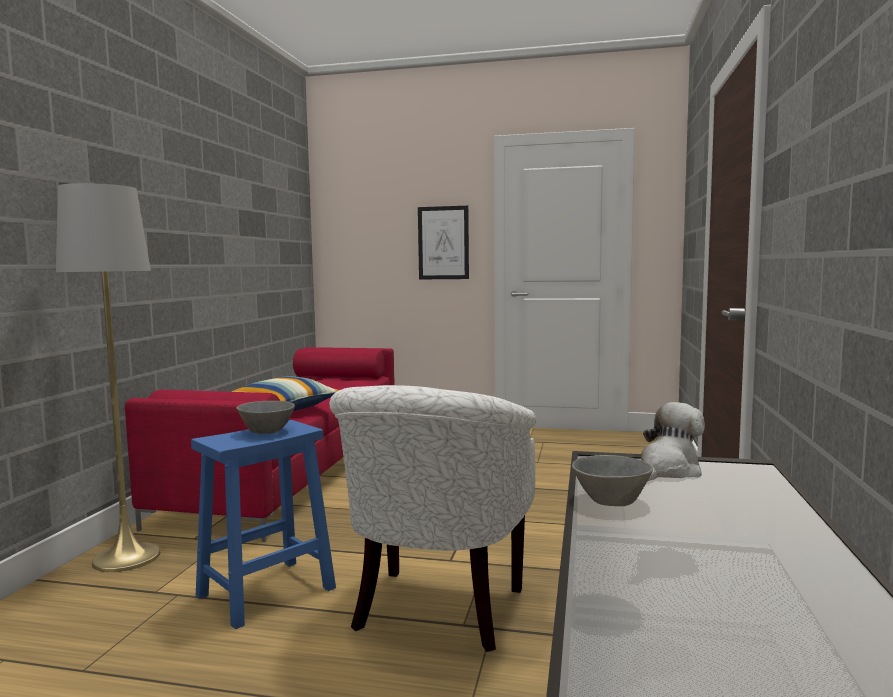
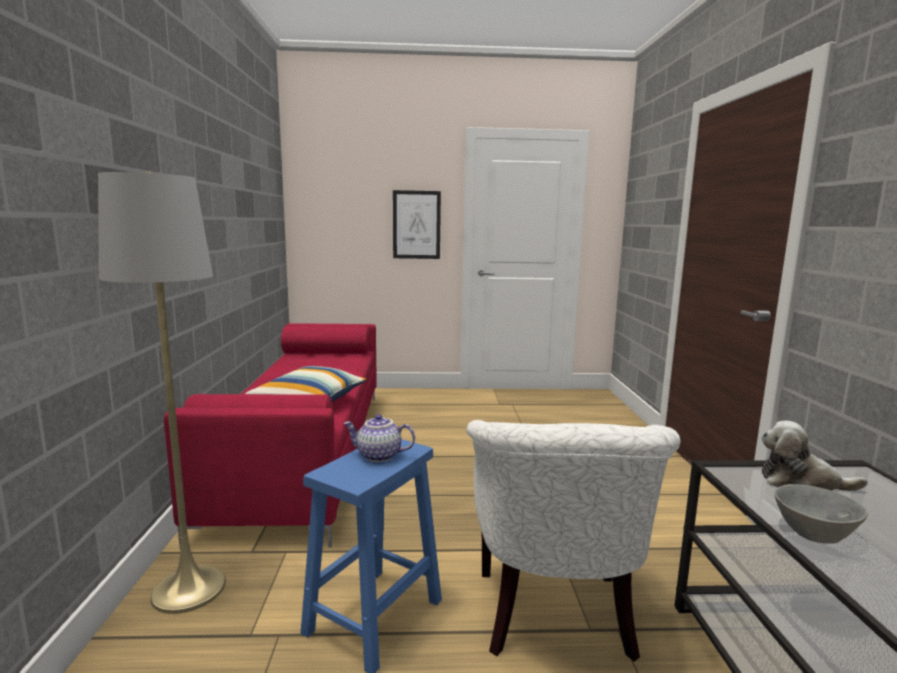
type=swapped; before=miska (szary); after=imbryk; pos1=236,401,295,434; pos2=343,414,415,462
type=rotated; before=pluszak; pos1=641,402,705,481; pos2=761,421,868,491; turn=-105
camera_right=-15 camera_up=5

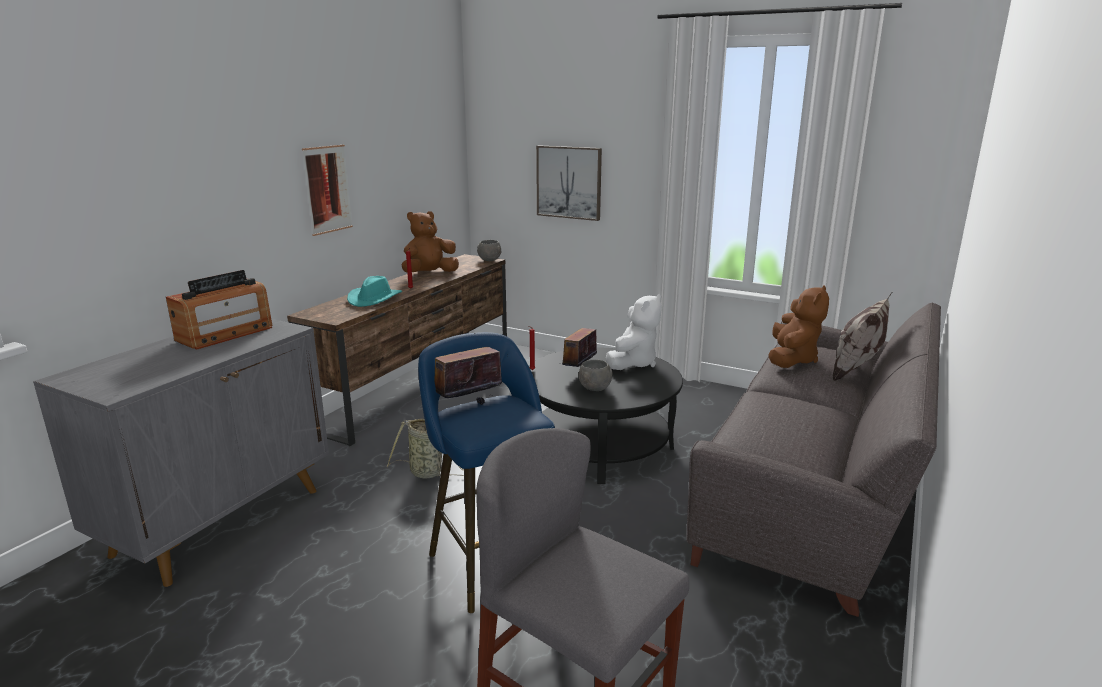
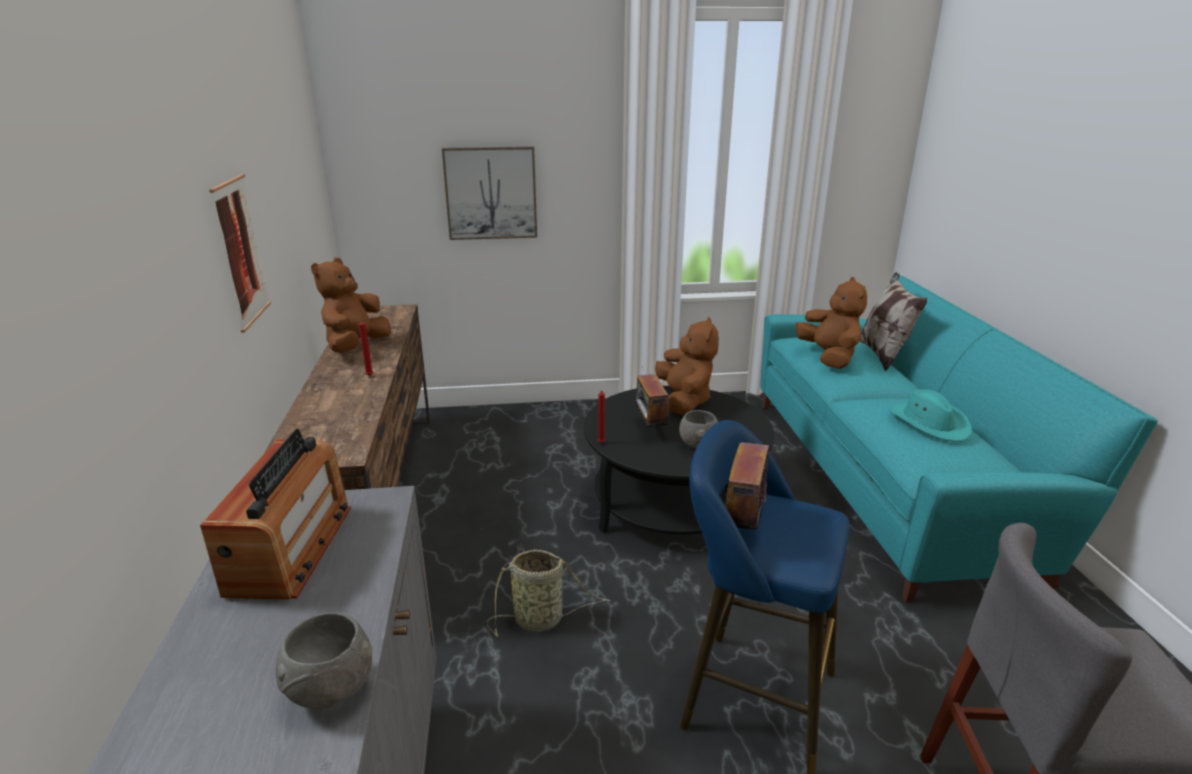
type=shifted; before=kapelusz (turkusowy); pos1=347,276,402,307; pos2=889,389,972,442
type=shifted; before=miska (szary); pos1=477,240,501,261; pos2=276,612,372,709
type=repainted; before=pluszak (biały); after=pluszak (brązowy); pos1=606,294,662,370; pos2=655,317,719,415
type=repainted; before=kanapa (szary); after=kanapa (turkusowy); pos1=686,302,941,617; pos2=760,276,1158,603
camera_right=-35 camera_up=5

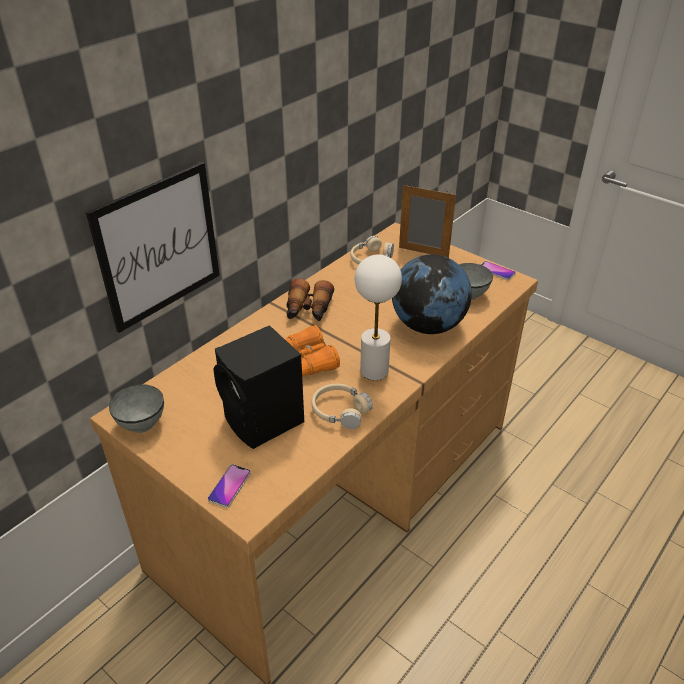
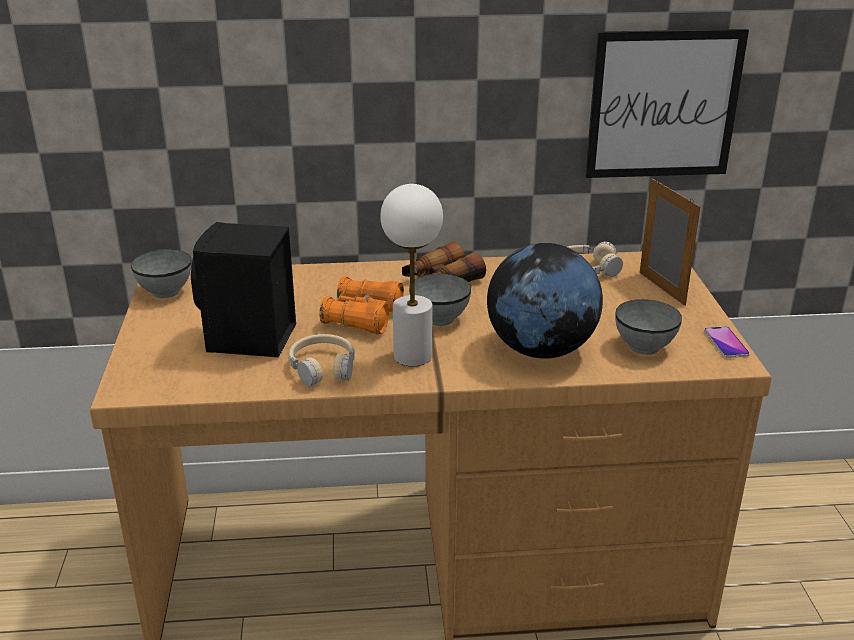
type=gone; before=telefon; pos1=208,464,251,508
type=new; after=miska (szary); pos2=409,274,471,326
type=shifted; before=obraz; pos1=86,162,220,333; pos2=585,29,749,178
camera_right=45 camera_up=-10

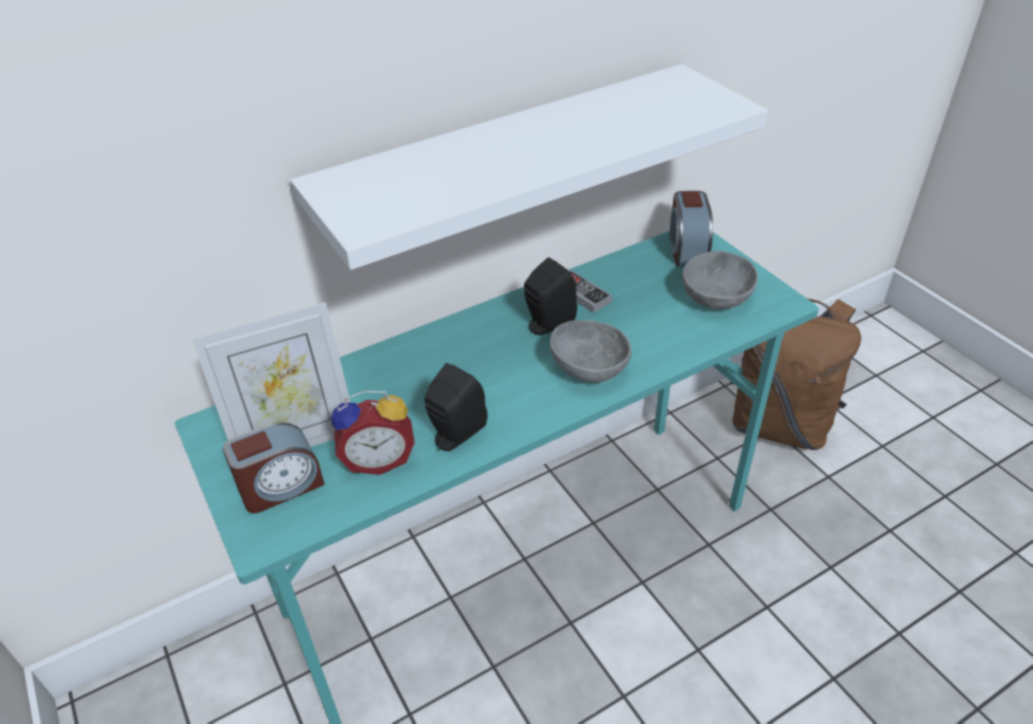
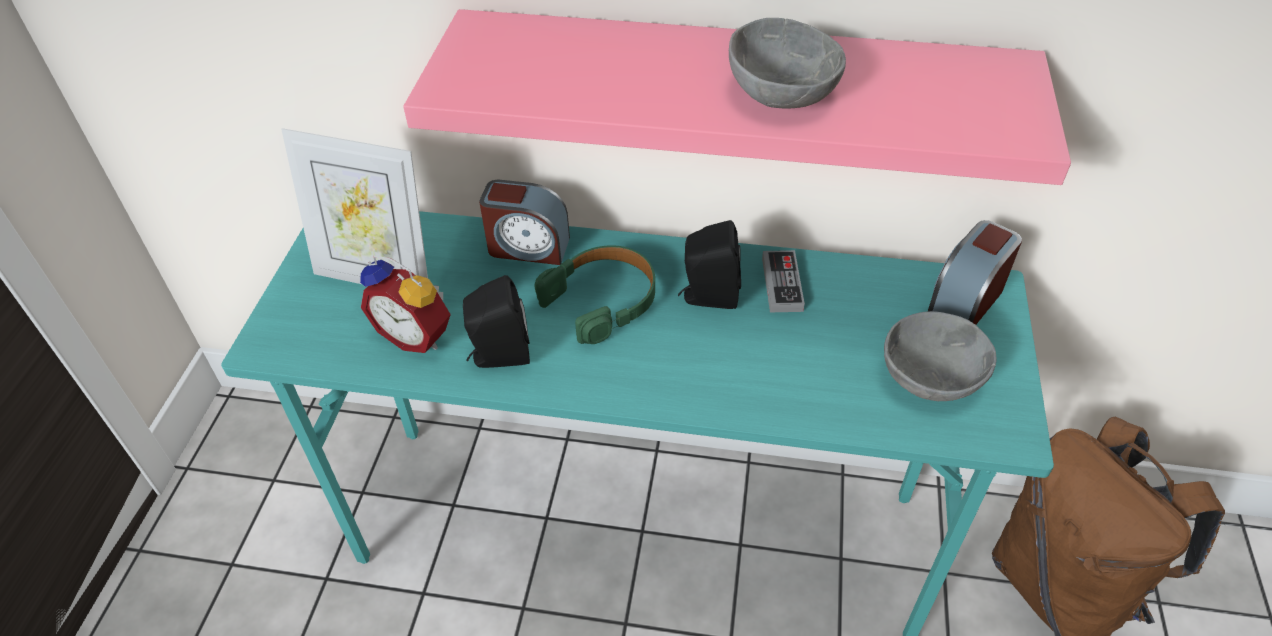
type=new; after=słuchawki (zielony); pos2=534,245,655,344
type=shifted; before=budzik; pos1=223,422,325,513; pos2=479,180,570,265
type=shifted; before=miska (szary); pos1=550,320,632,383; pos2=729,18,846,109
type=repainted; before=półka (biały); after=półka (różowy); pos1=290,64,768,270; pos2=403,9,1071,185
camera_right=40 camera_up=5

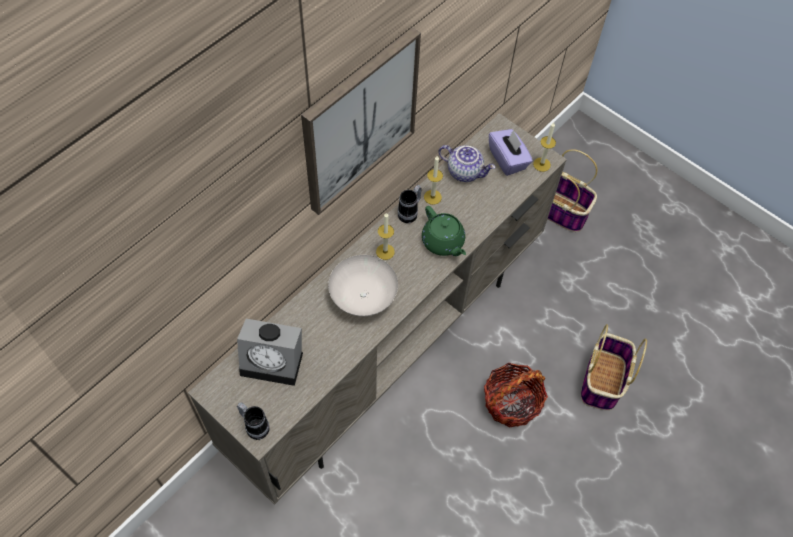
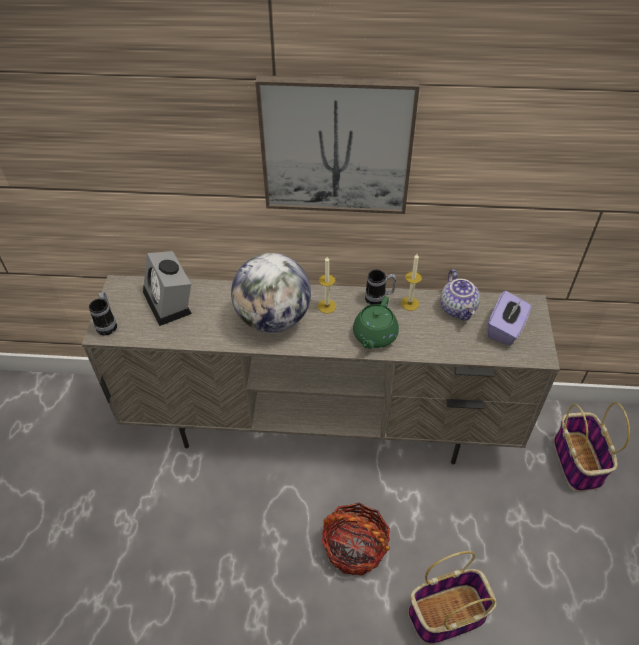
type=gone; before=świeca; pos1=533,122,556,172
type=swapped; before=miska (biały); after=globus; pos1=328,255,398,317; pos2=231,253,311,333
camera_right=55 camera_up=-10

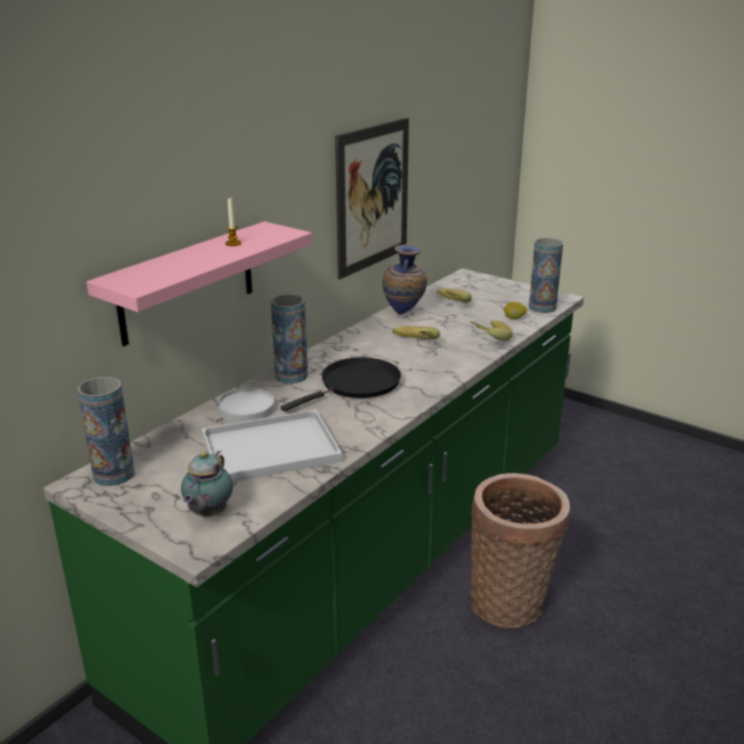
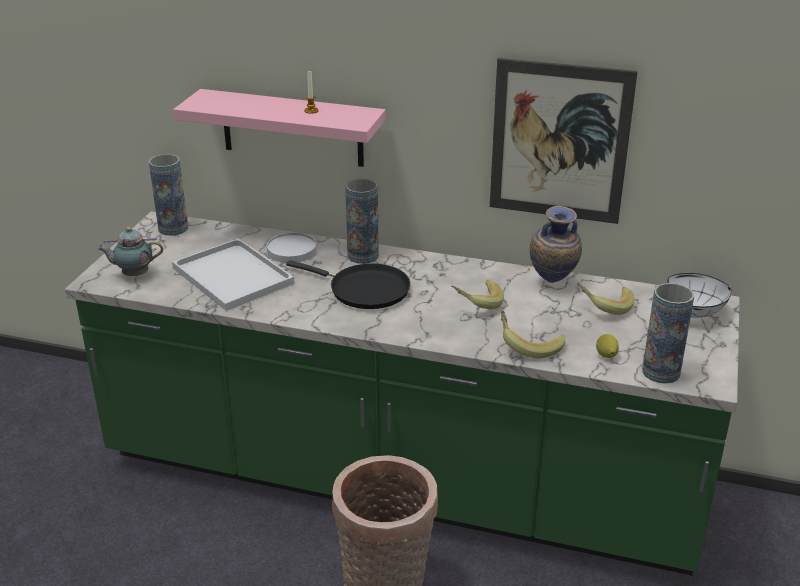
type=new; after=miska (biały); pos2=668,273,732,318
camera_right=70 camera_up=5

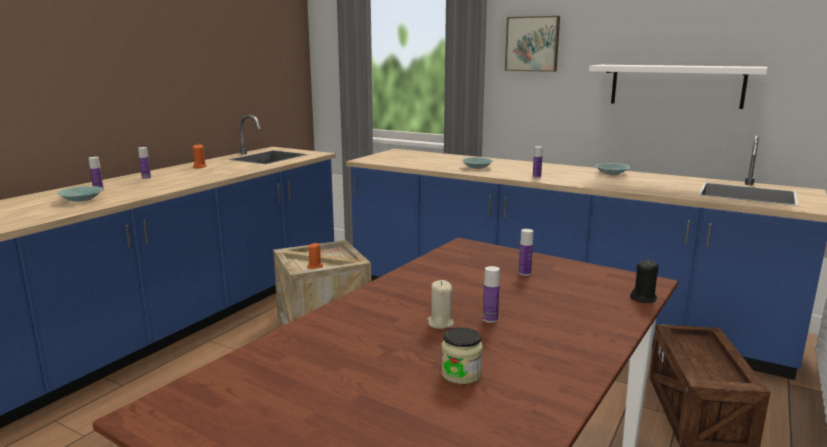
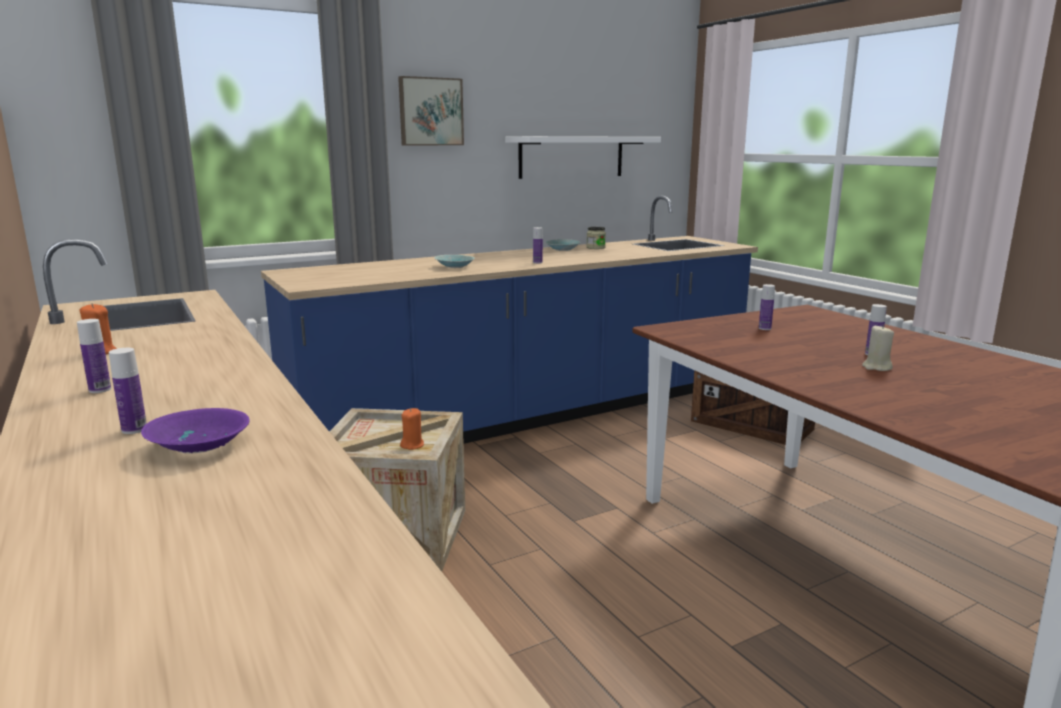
type=gone; before=świeca (czarny); pos1=630,260,659,303
type=shifted; before=słoik; pos1=441,327,483,384; pos2=586,227,606,249
type=repainted; before=miska (turkusowy); after=miska (fioletowy); pos1=57,186,103,202; pos2=141,408,250,453
camera_right=-60 camera_up=0

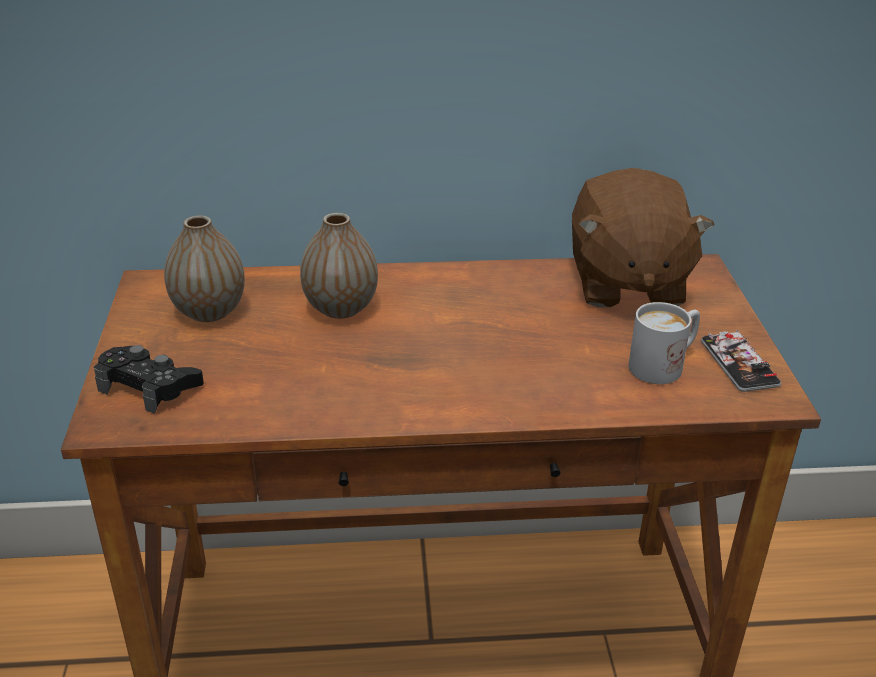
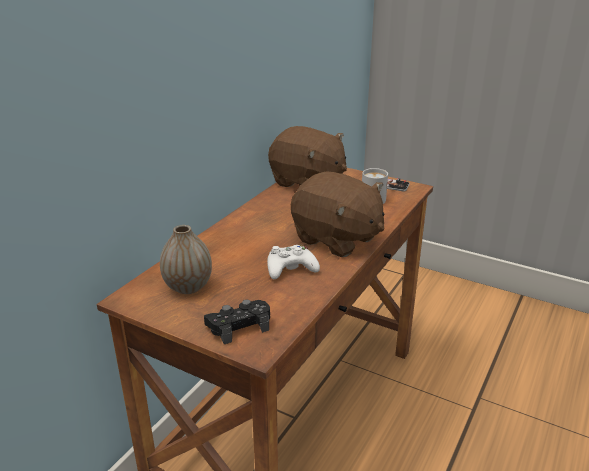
type=gone; before=wazon; pos1=300,213,378,319
type=new; after=pad do gier (biały); pos2=267,244,320,279
type=new; after=pluszak (brązowy); pos2=291,171,384,257
camera_right=-55 camera_up=-5

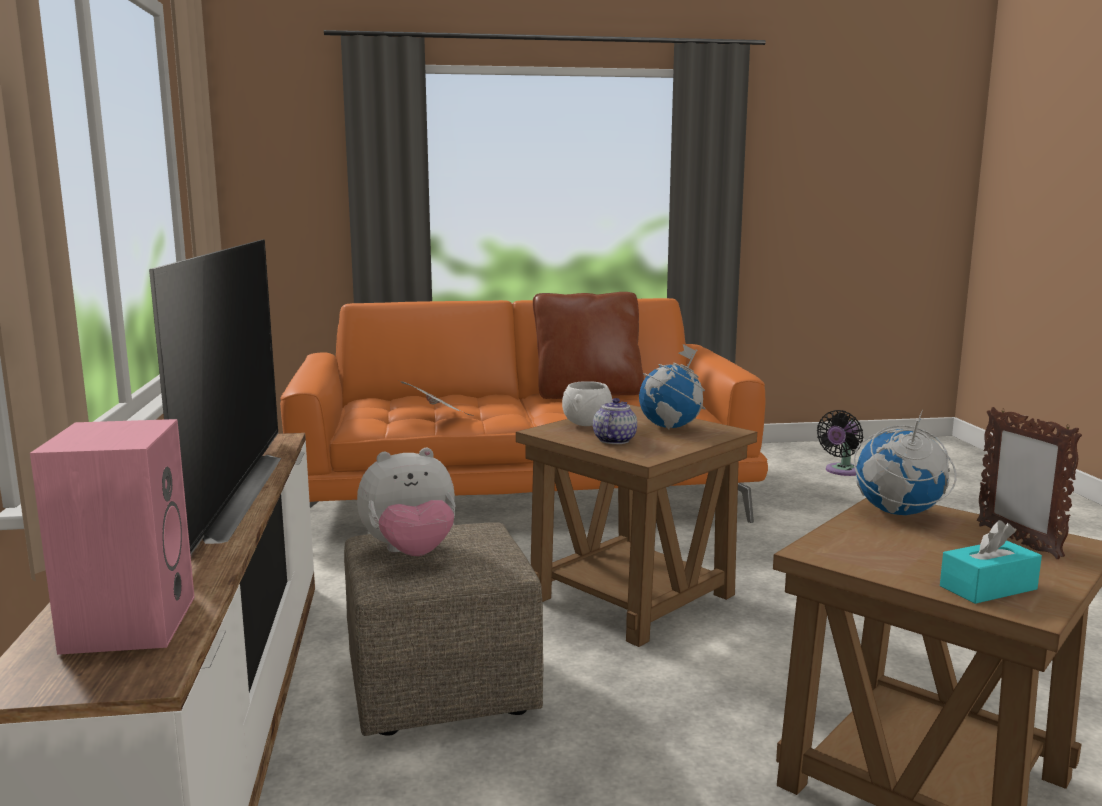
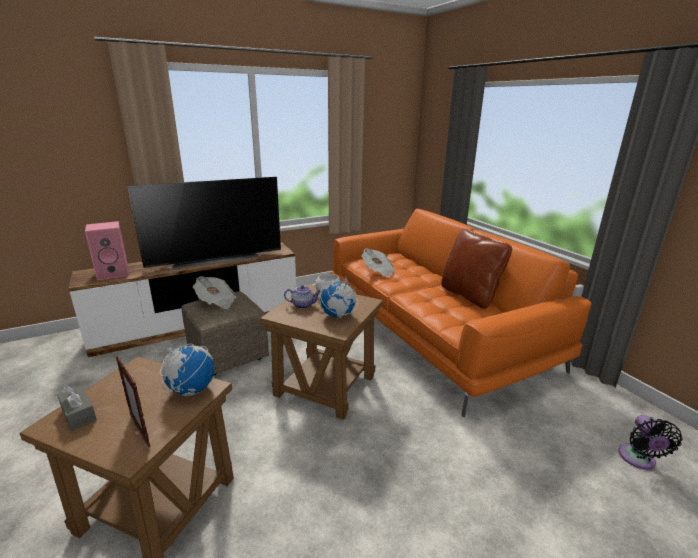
type=swapped; before=pluszak; after=gazeta; pos1=357,448,456,556; pos2=193,276,237,309
type=repainted; before=pudełko chusteczek (turkusowy); after=pudełko chusteczek (szary); pos1=940,520,1042,604; pos2=57,386,97,431
type=rotated; before=wentylator (czarny); pos1=817,410,863,476; pos2=618,415,682,470; turn=-105
type=rotated; before=ramka na zdjęcie; pos1=977,407,1082,559; pos2=116,356,151,448; turn=-90
camera_right=70 camera_up=10

